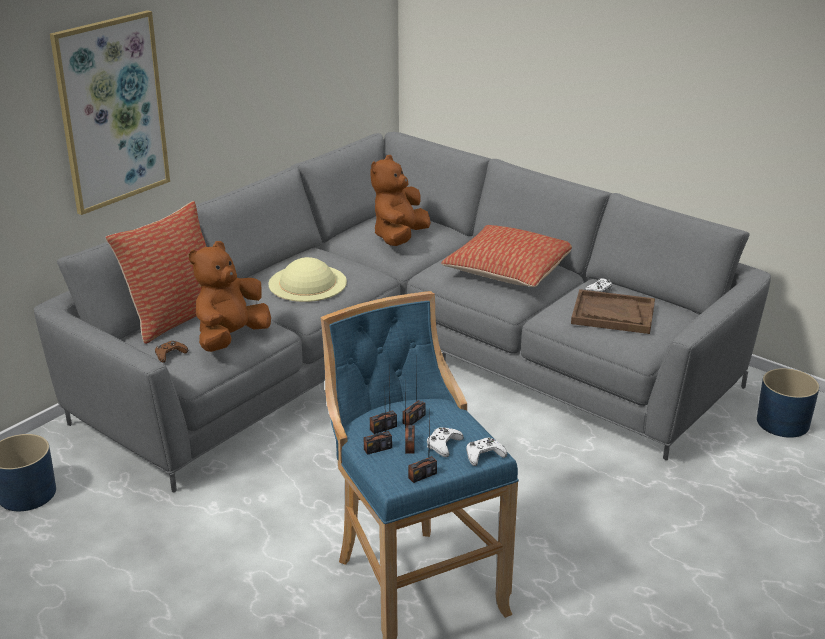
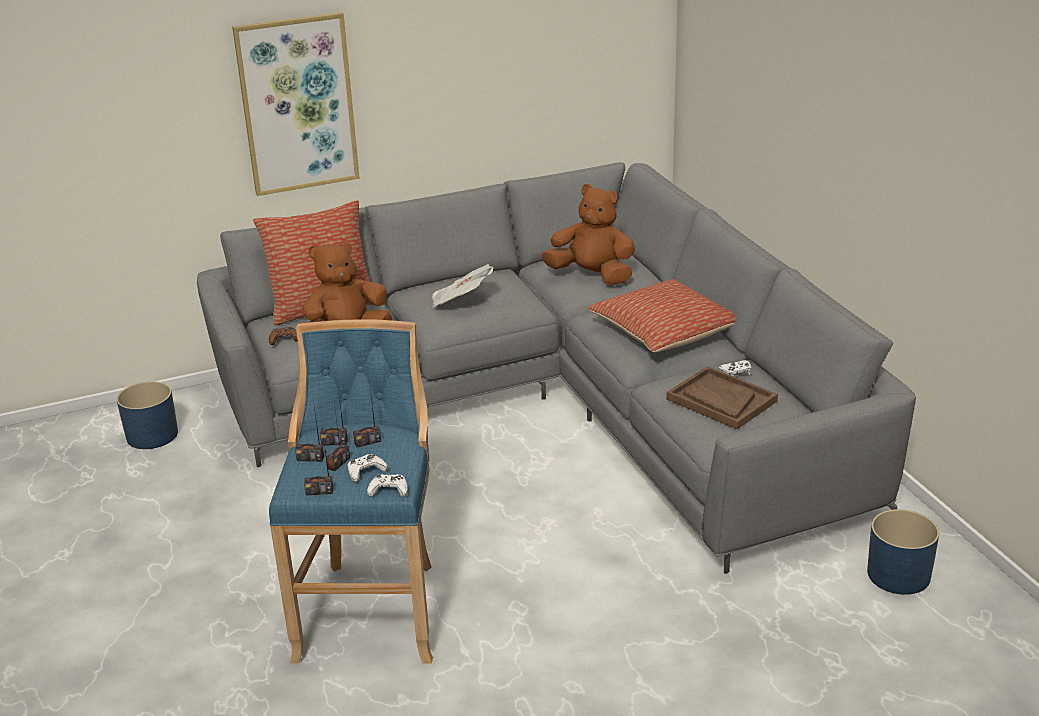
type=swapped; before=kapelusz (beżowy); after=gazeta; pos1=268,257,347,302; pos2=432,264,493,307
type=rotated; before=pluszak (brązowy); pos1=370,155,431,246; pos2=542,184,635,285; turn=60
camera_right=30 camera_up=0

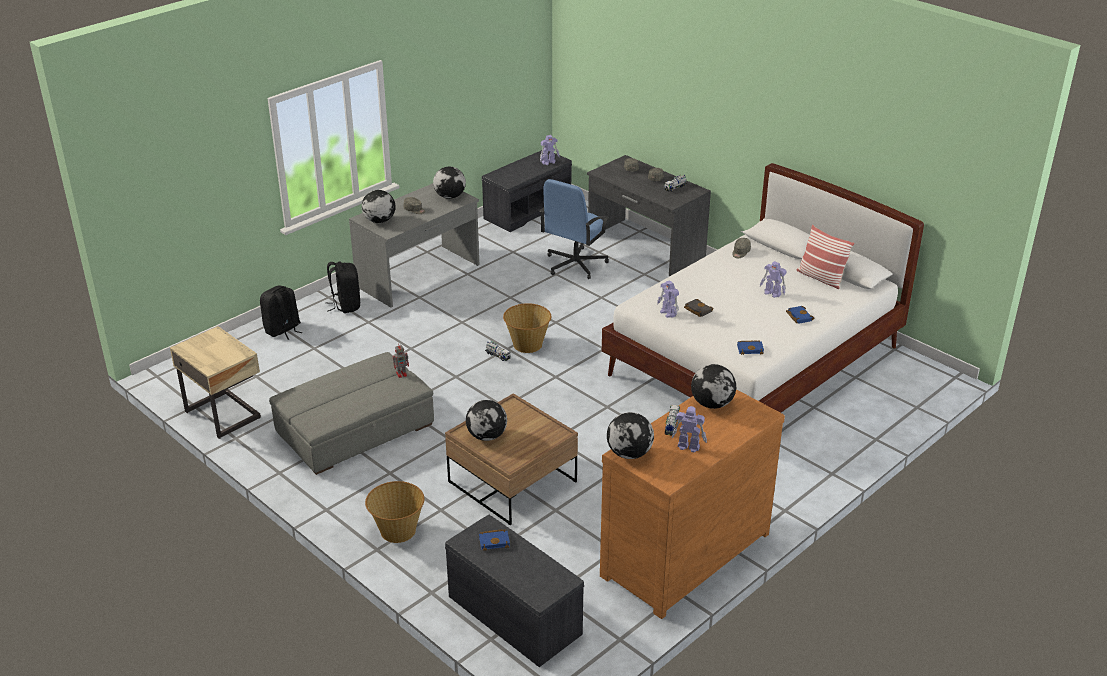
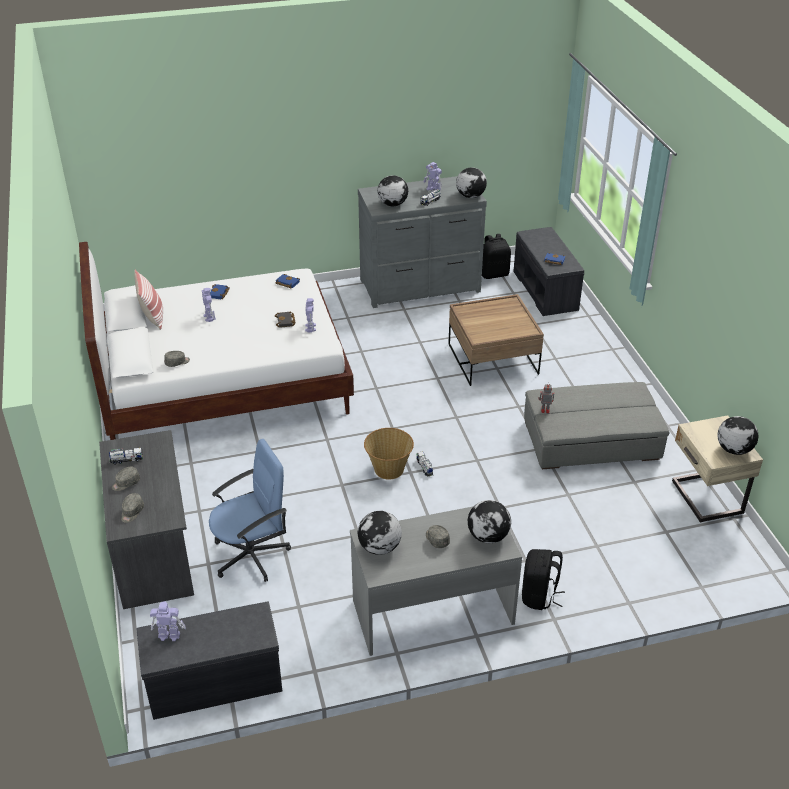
type=gone; before=koszyk; pos1=365,481,424,543
type=shifted; before=plecak (czarny); pos1=260,285,303,340; pos2=482,234,511,279
type=shifted; before=globus; pos1=466,400,507,441; pos2=717,416,759,455
type=repainted; before=komoda (brązowy); after=komoda (szary); pos1=600,389,785,619; pos2=358,176,487,308
camera_right=-150 camera_up=5

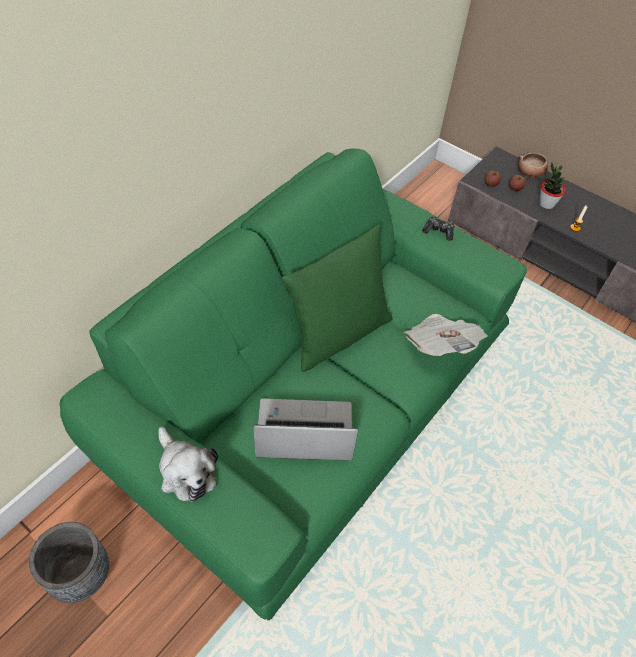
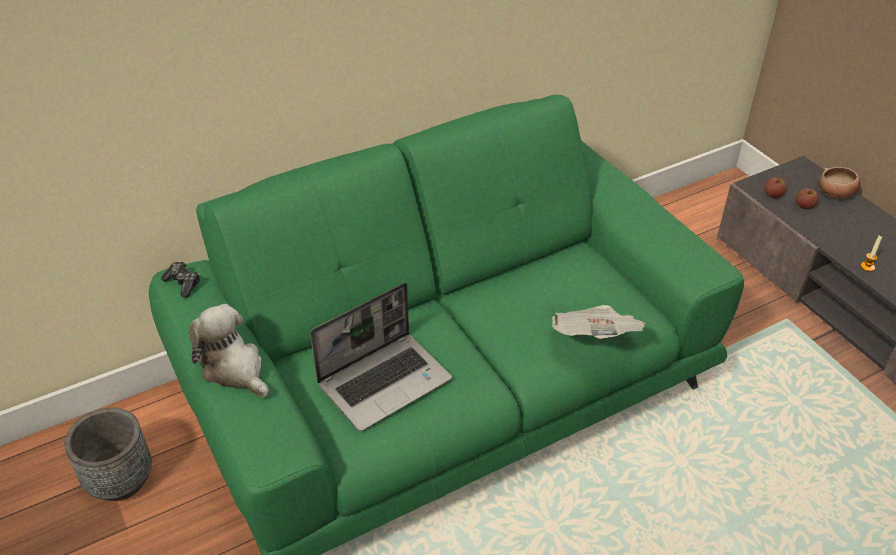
type=gone; before=poduszka (zielony); pos1=282,224,393,372
type=gone; before=roślina doniczkowa; pos1=539,162,566,209
type=shifted; before=pad do gier; pos1=422,216,454,241; pos2=161,262,200,298
type=rotated; before=pluszak; pos1=158,427,218,503; pos2=189,304,269,397; turn=150
type=rotated; before=laptop; pos1=253,398,358,461; pos2=310,282,452,431; turn=120
camera_right=25 camera_up=-10

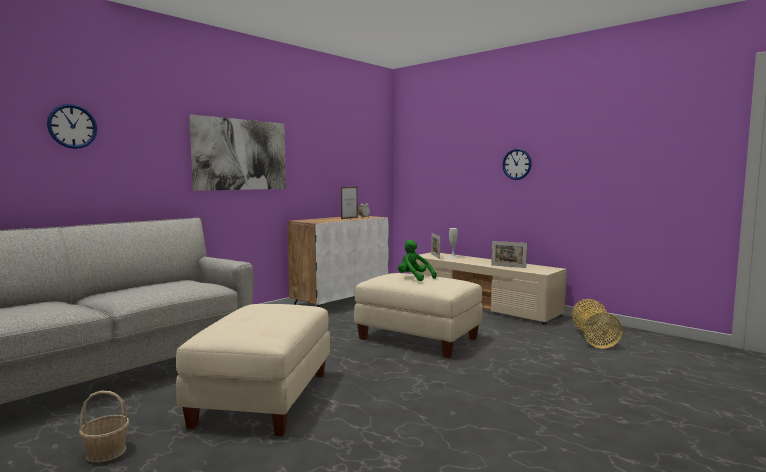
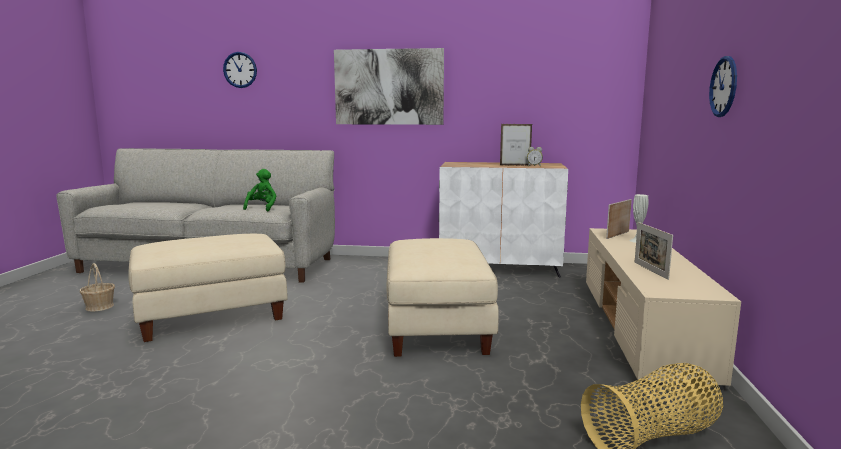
type=shifted; before=pluszak (zielony); pos1=398,239,437,281; pos2=243,169,276,212
camera_right=55 camera_up=5

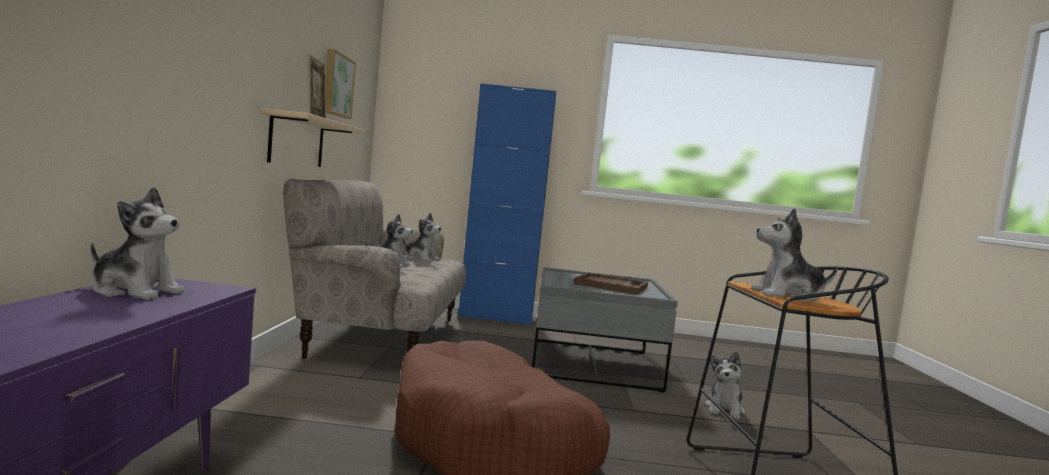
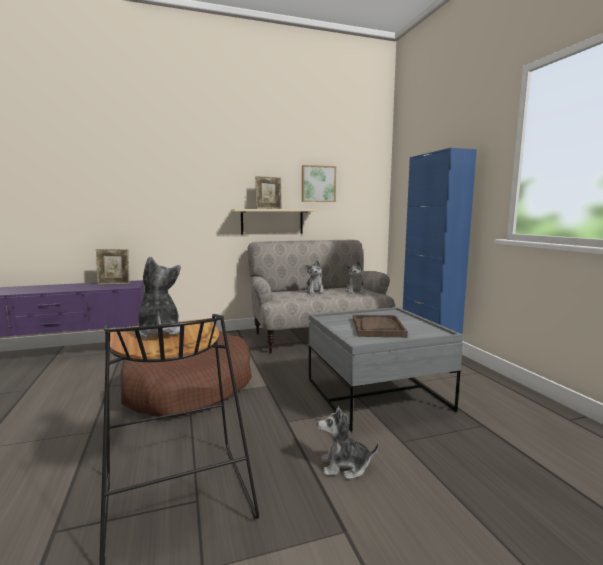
type=swapped; before=pluszak; after=ramka na zdjęcie; pos1=91,187,185,300; pos2=96,249,130,285
camera_right=70 camera_up=5

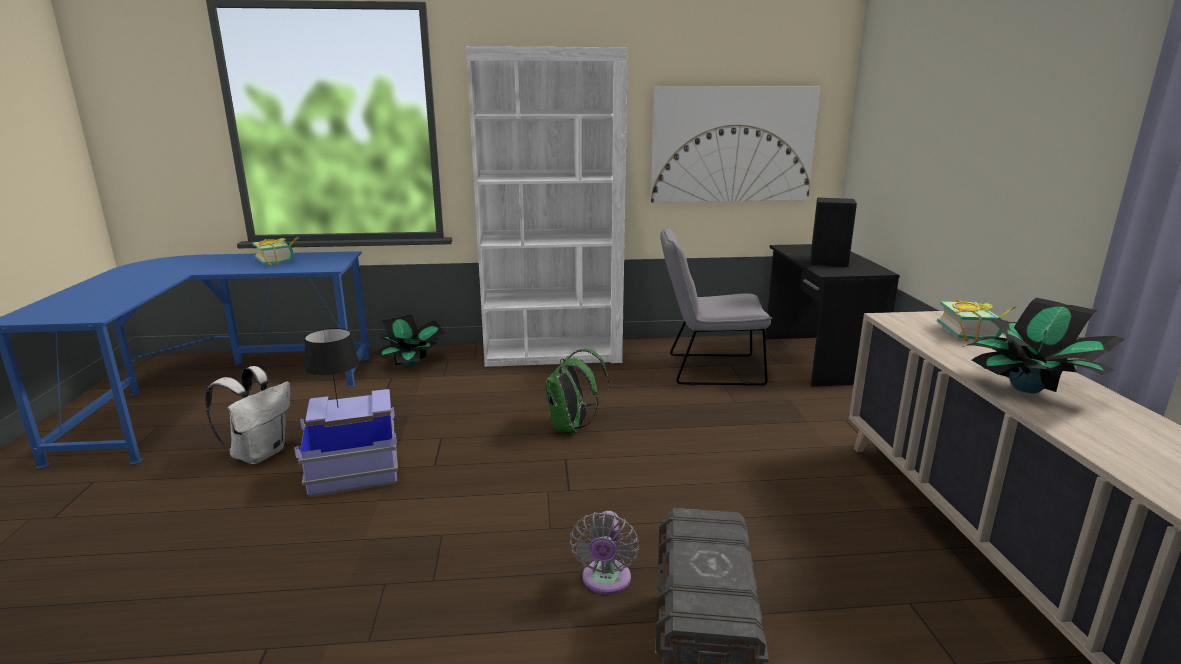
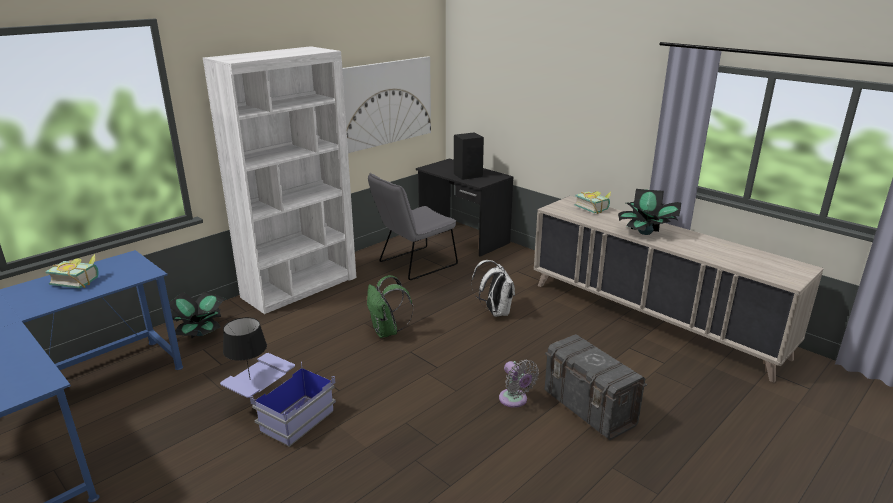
type=shifted; before=plecak (biały); pos1=205,366,290,464; pos2=471,260,515,317
camera_right=-40 camera_up=5

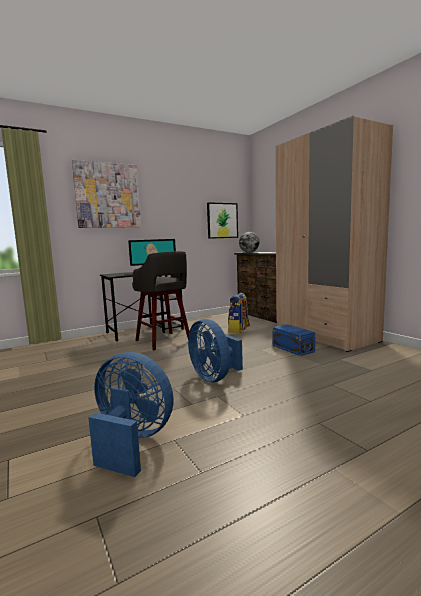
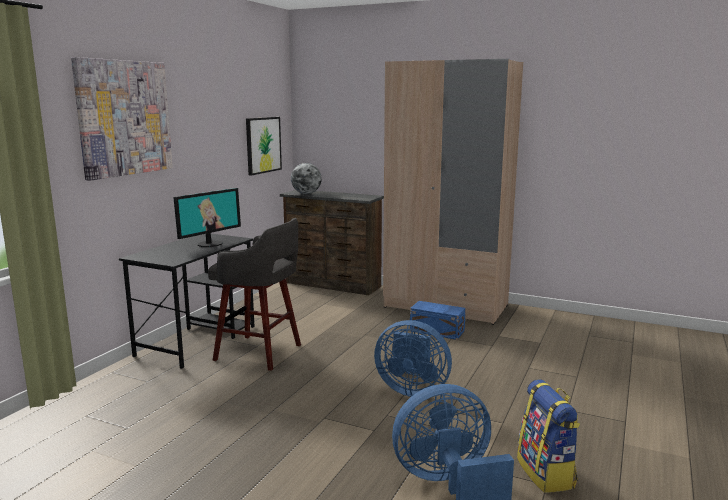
type=shifted; before=plecak; pos1=228,293,250,333; pos2=517,379,580,493
camera_right=-35 camera_up=5

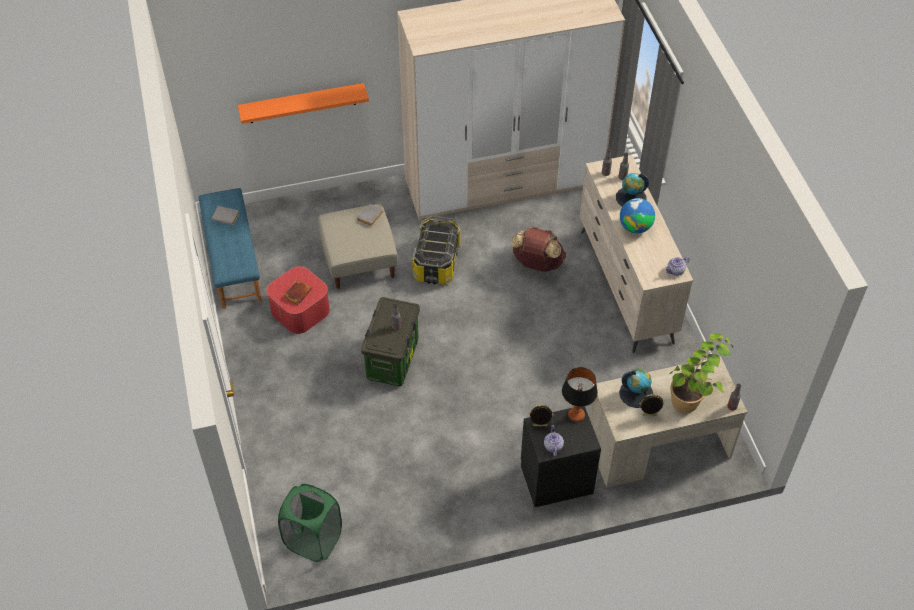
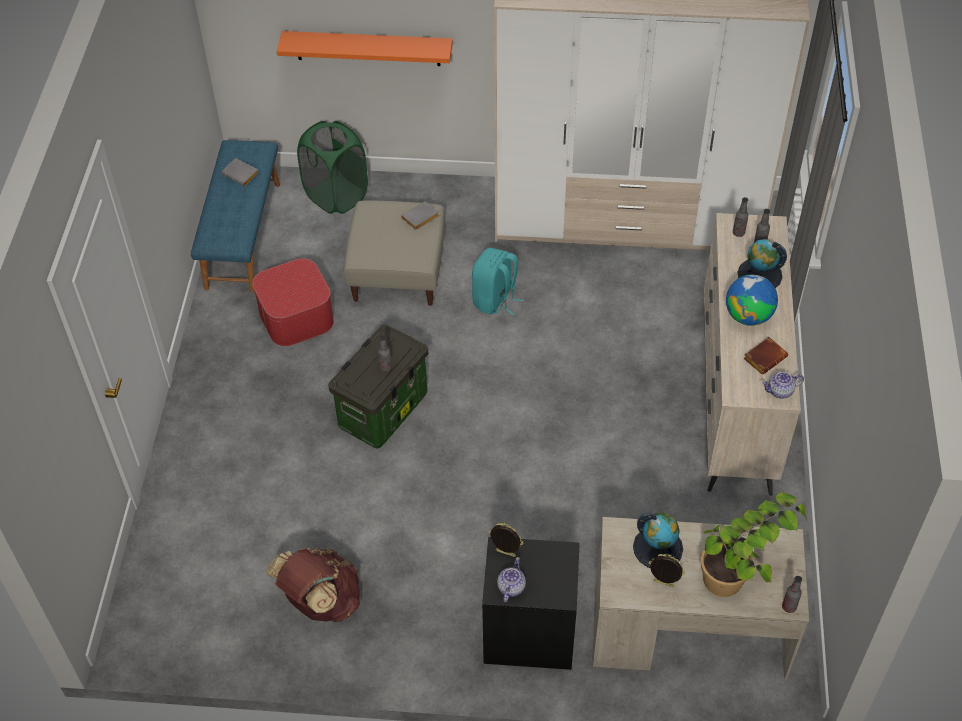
type=gone; before=lampa stołowa; pos1=562,367,598,422
type=shifted; before=kosz na pranie (zielony); pos1=278,484,342,562; pos2=297,121,368,214
type=shifted; before=książka (brązowy); pos1=284,280,312,305; pos2=744,337,788,375
type=shifted; before=plecak (brązowy); pos1=511,227,566,272; pos2=266,548,360,622
type=swapped; before=pojemnik do przechowywania; after=plecak (turkusowy); pos1=412,216,460,285; pos2=472,248,524,316
camera_right=20 camera_up=0

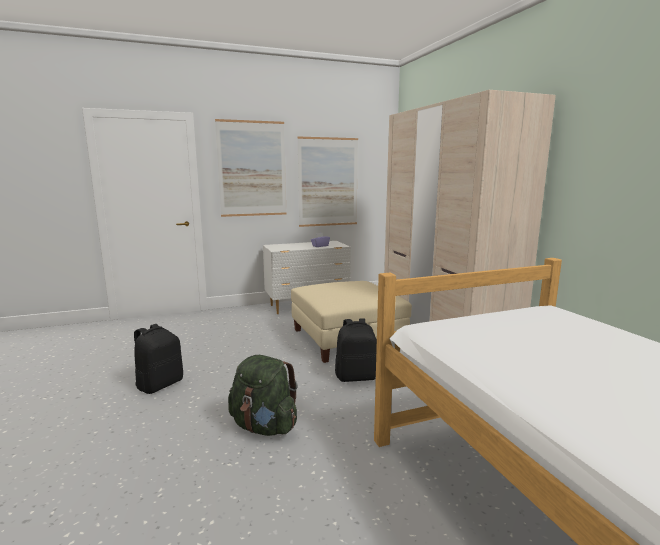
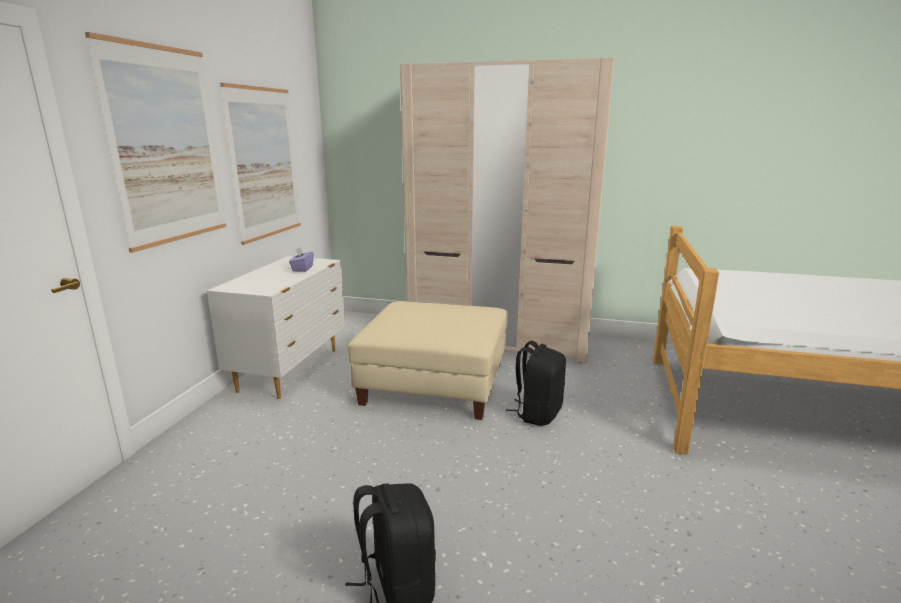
type=gone; before=plecak (zielony); pos1=228,355,298,436
camera_right=-55 camera_up=5

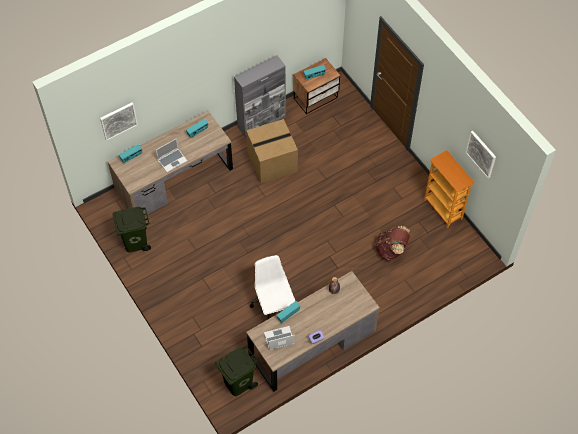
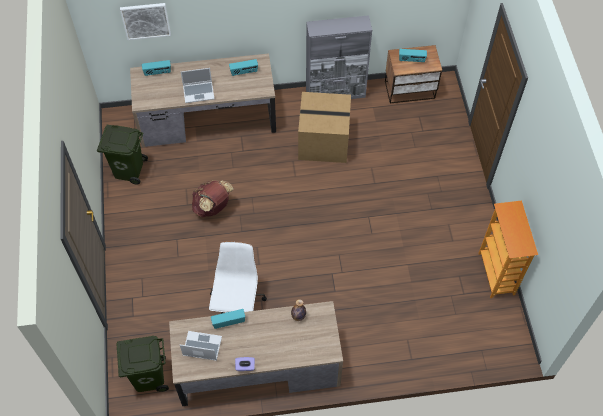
type=gone; before=obraz; pos1=465,131,496,178
type=shifted; before=plecak (brązowy); pos1=375,226,410,260; pos2=192,180,234,217
camera_right=25 camera_up=0

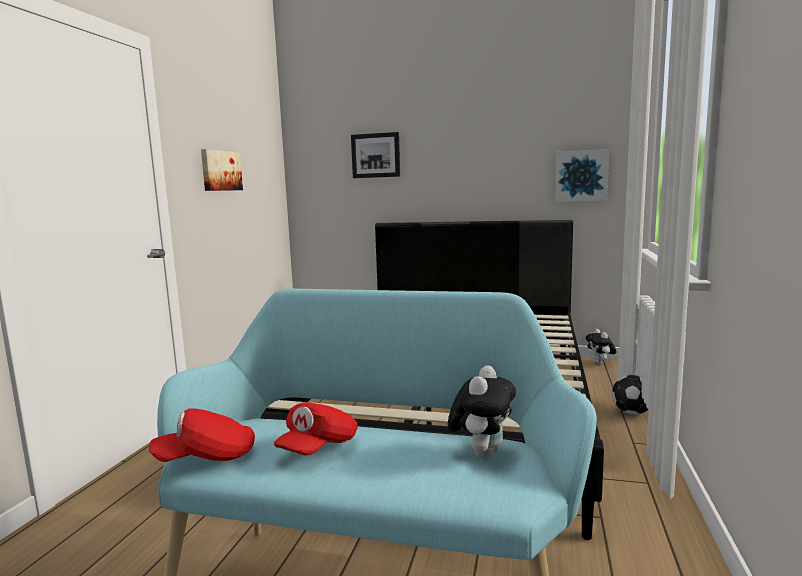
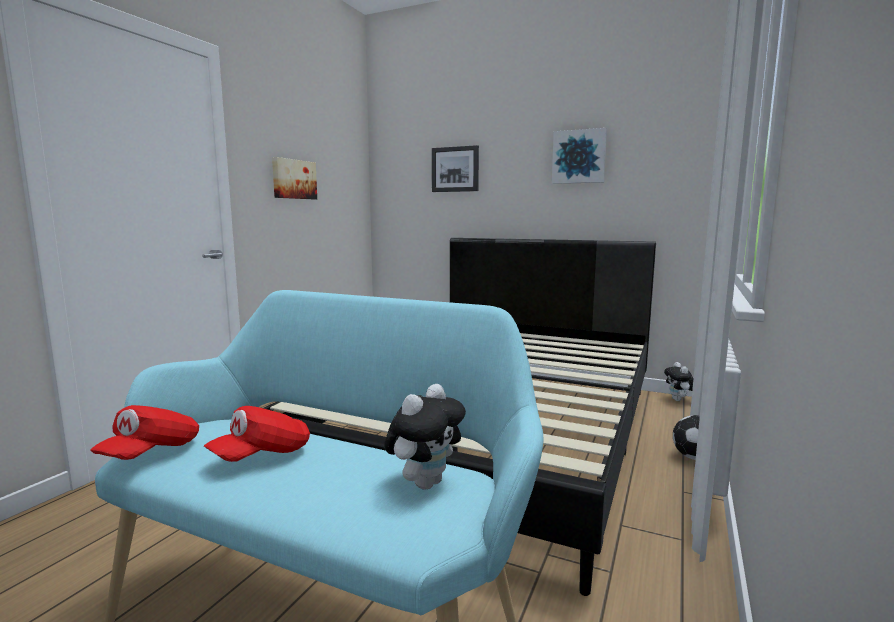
type=shifted; before=obraz; pos1=555,149,609,202; pos2=552,128,607,184
type=rotated; before=czapka z daszkiem (czerwony); pos1=149,408,255,462; pos2=90,405,199,460; turn=-60
camera_right=10 camera_up=0

